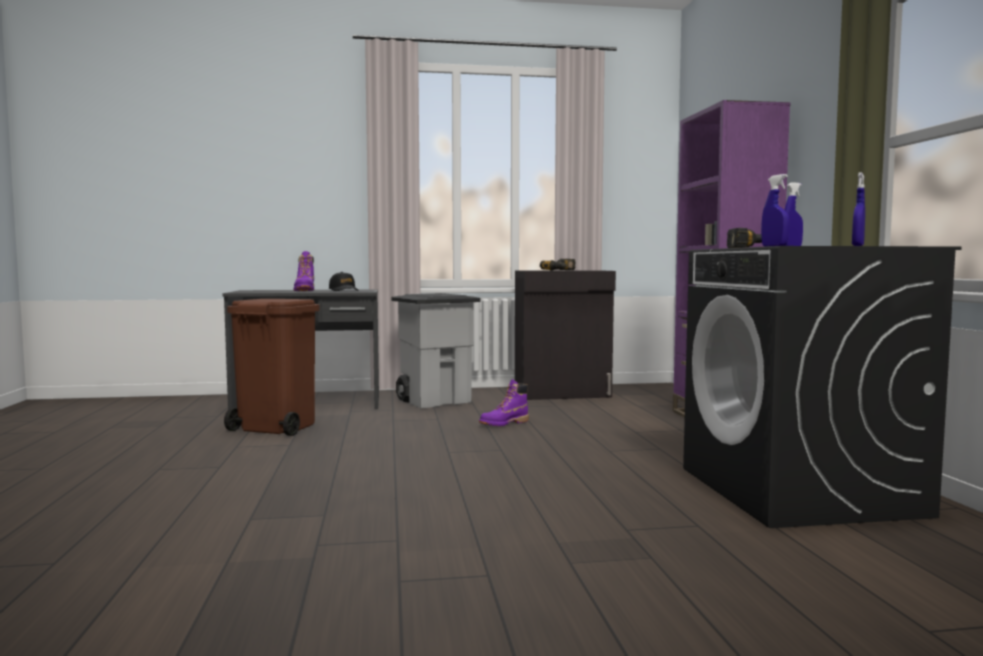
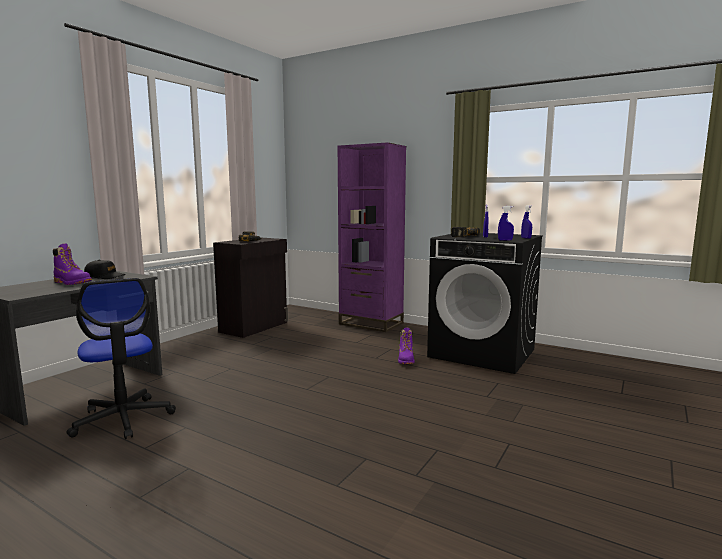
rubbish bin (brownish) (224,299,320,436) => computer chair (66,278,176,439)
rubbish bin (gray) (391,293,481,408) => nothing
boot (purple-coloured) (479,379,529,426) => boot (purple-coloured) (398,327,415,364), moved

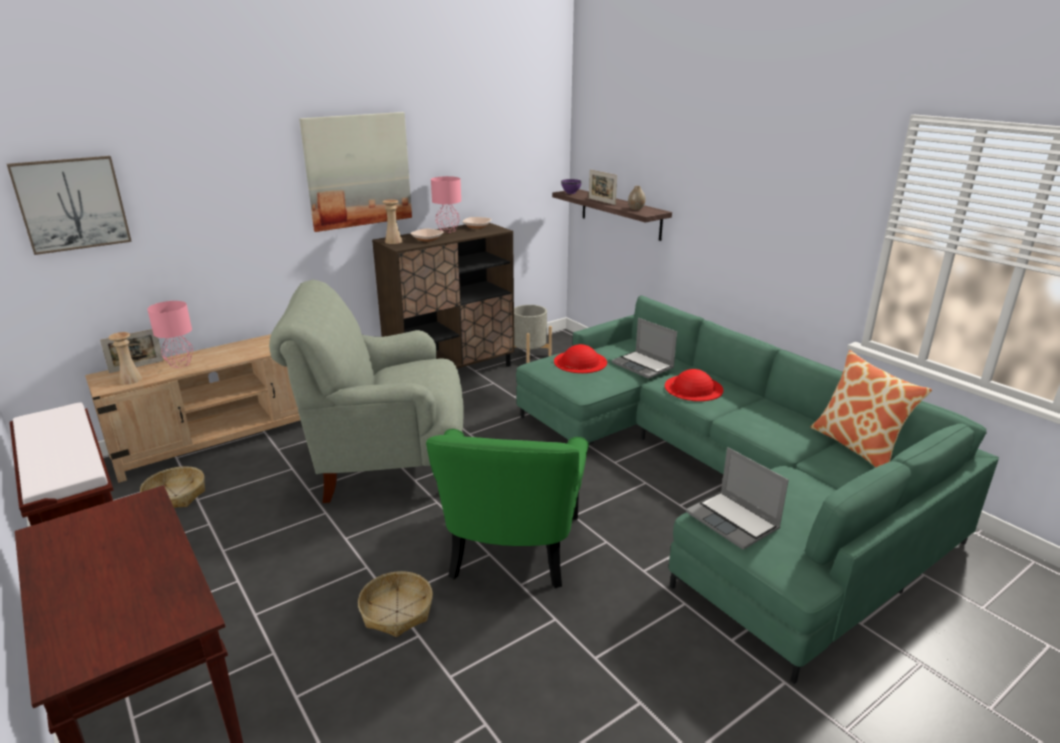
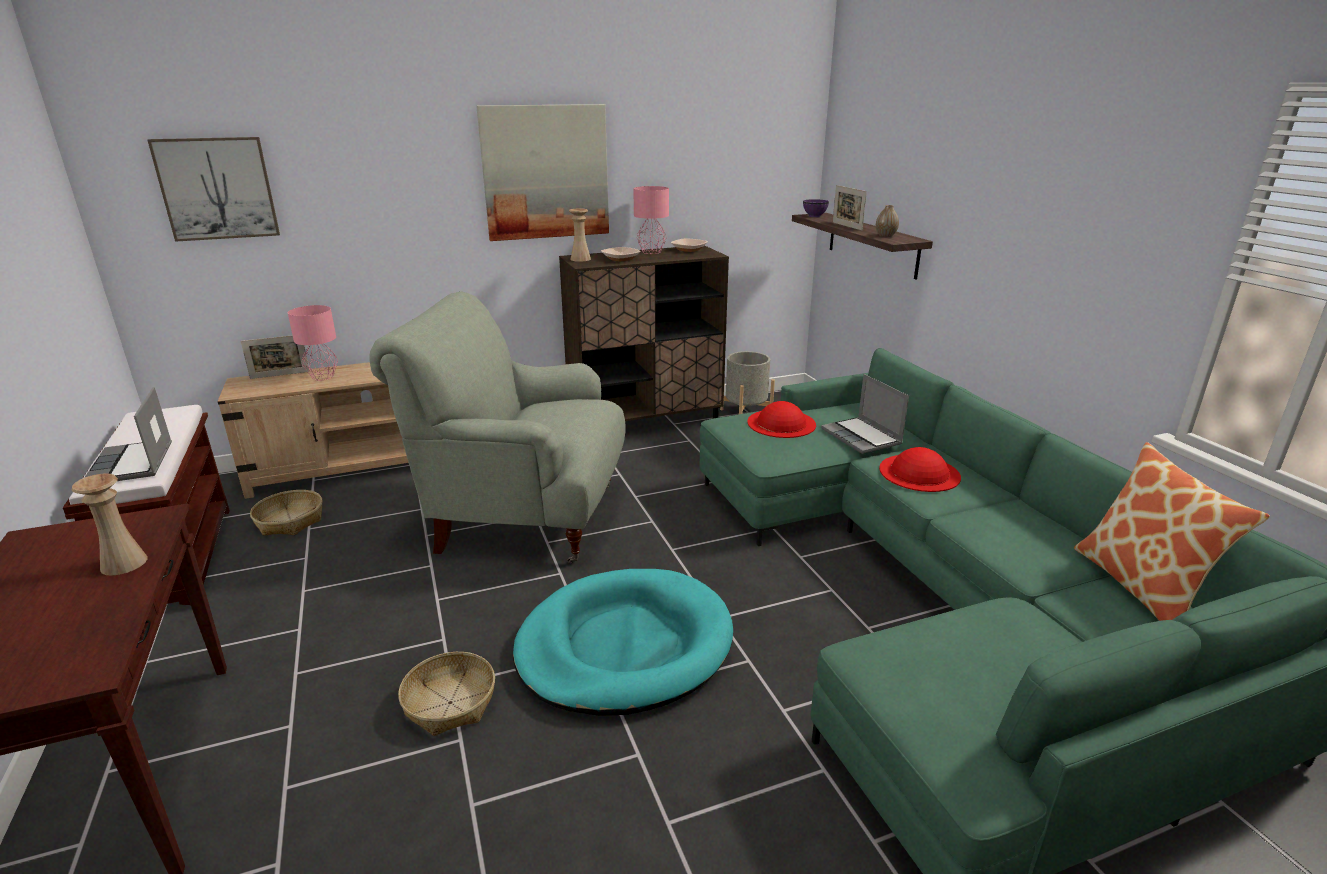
vase (beige-coloured) (109,332,142,385) => vase (beige-coloured) (72,473,148,576), moved
easy chair (greenish) (426,429,589,588) => pet bed (turquoise-coloured) (513,569,733,716)
portable computer (686,447,789,550) => portable computer (84,387,172,481), moved

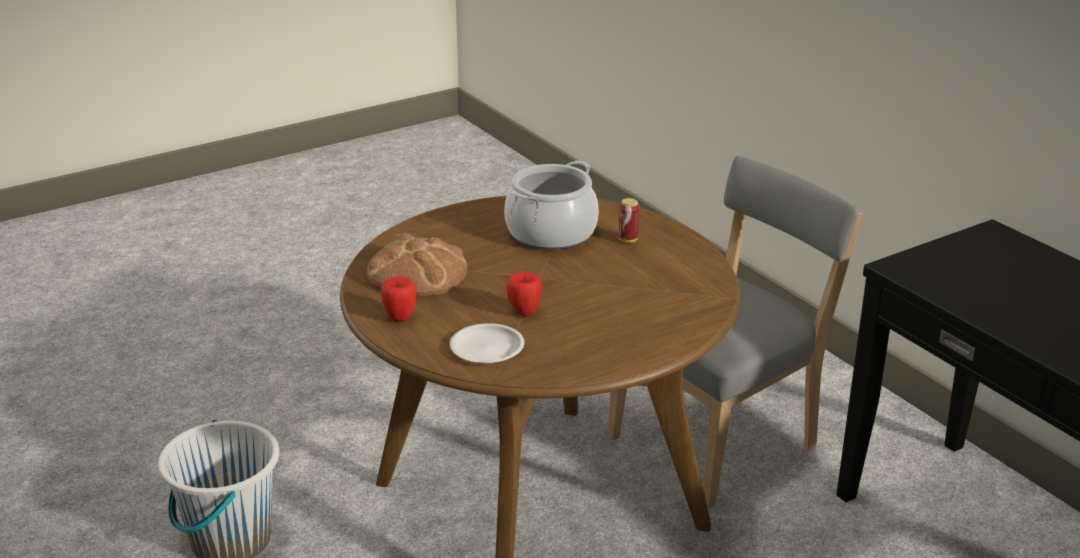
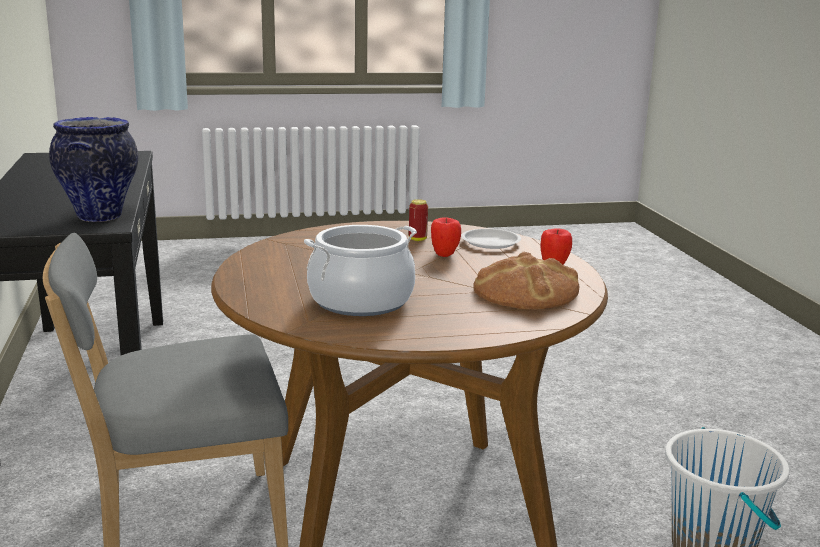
sealed can (619,198,640,243) => sealed can (409,199,428,241), moved
nothing => vase (49,117,138,222)

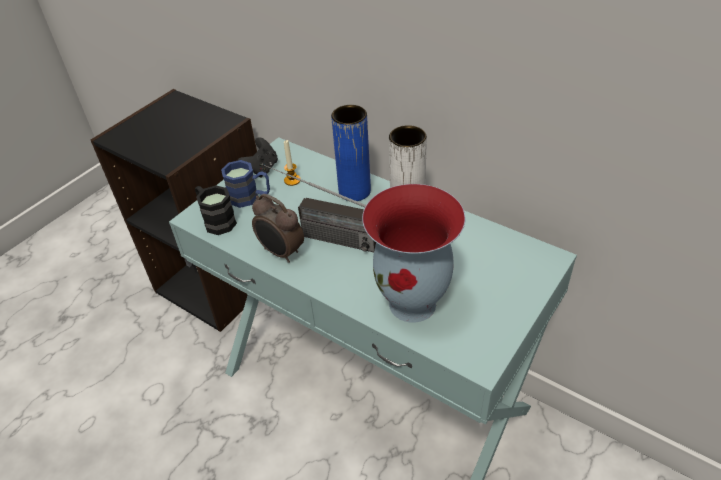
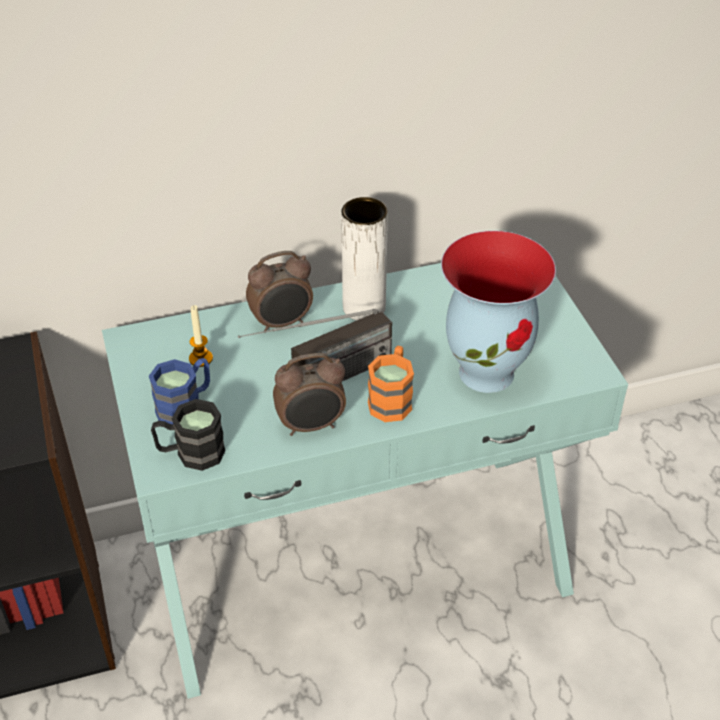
game controller (black) (237,137,278,178) => nothing
vase (bluish) (331,105,371,201) => bedside clock (246,251,313,333)
nothing => mug (orange-coloured) (368,346,414,422)

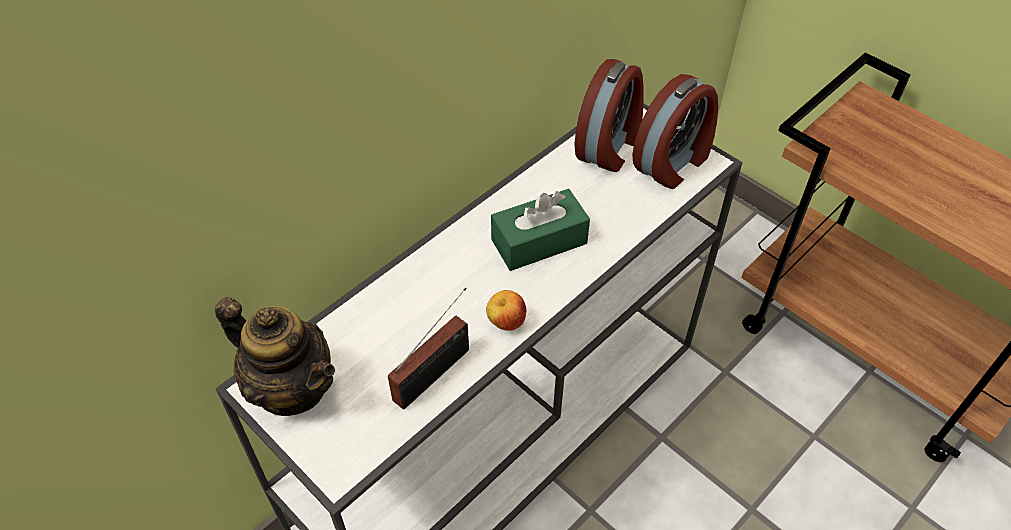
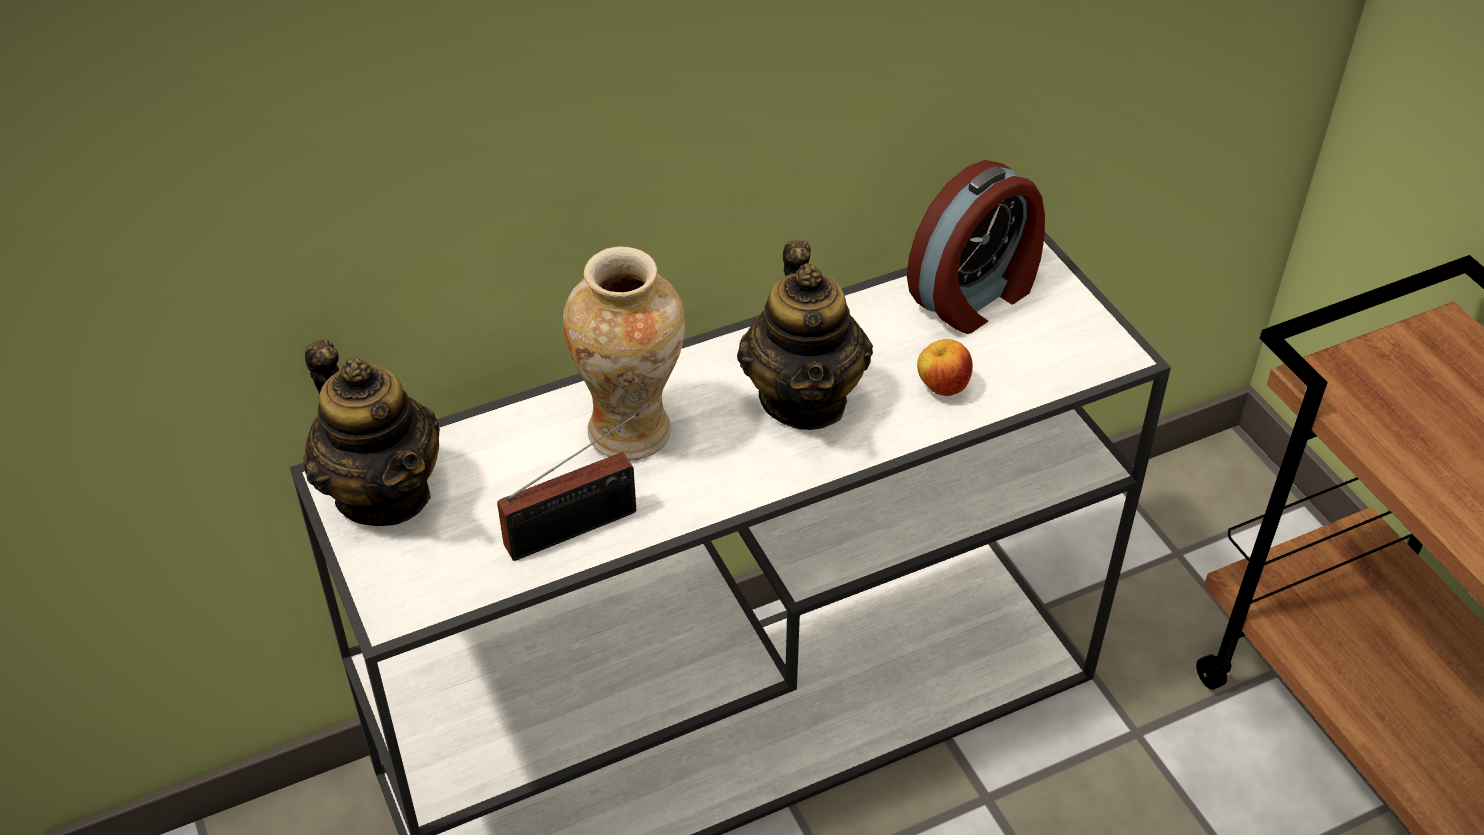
apple (486,290,526,331) => apple (917,339,973,396), moved
tissue box (greenish) (491,189,590,271) => teapot (737,240,873,430)
bedside clock (632,74,718,189) => nothing
nothing => vase (563,247,685,461)

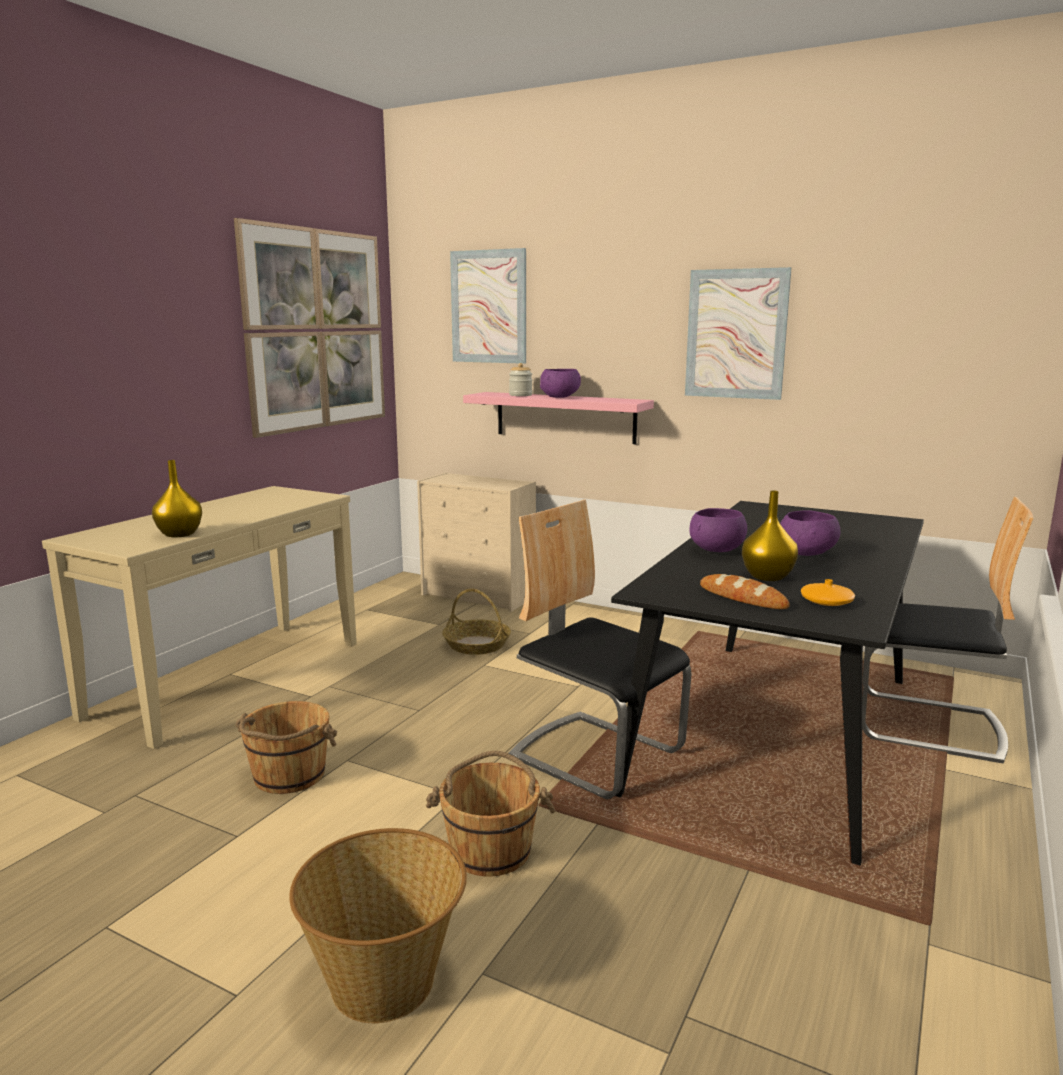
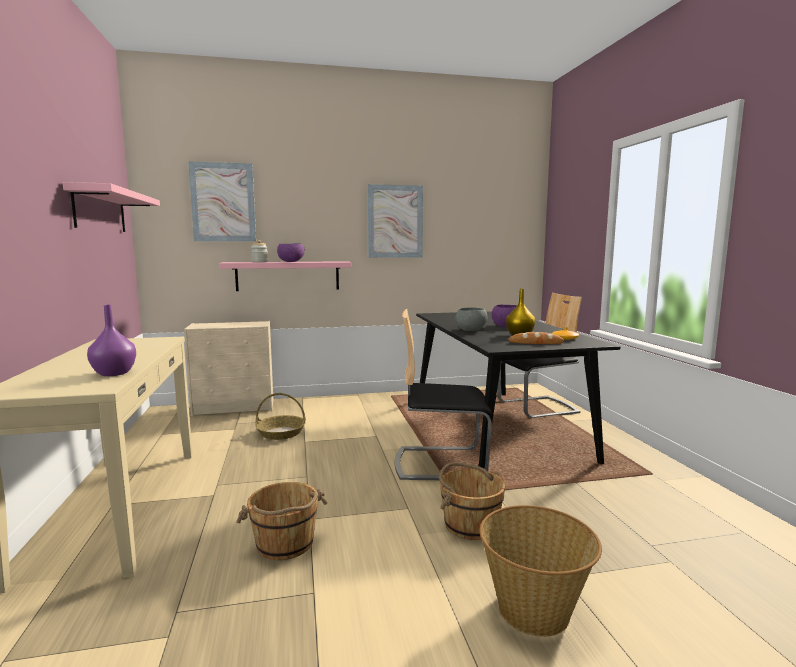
vase (yellow) (152,460,202,537) => vase (purple-coloured) (87,305,136,376)
picture (234,218,385,438) => bracket shelf (pink-coloured) (63,182,160,232)
bowl (purple-coloured) (690,508,747,552) => bowl (gray) (455,307,488,331)

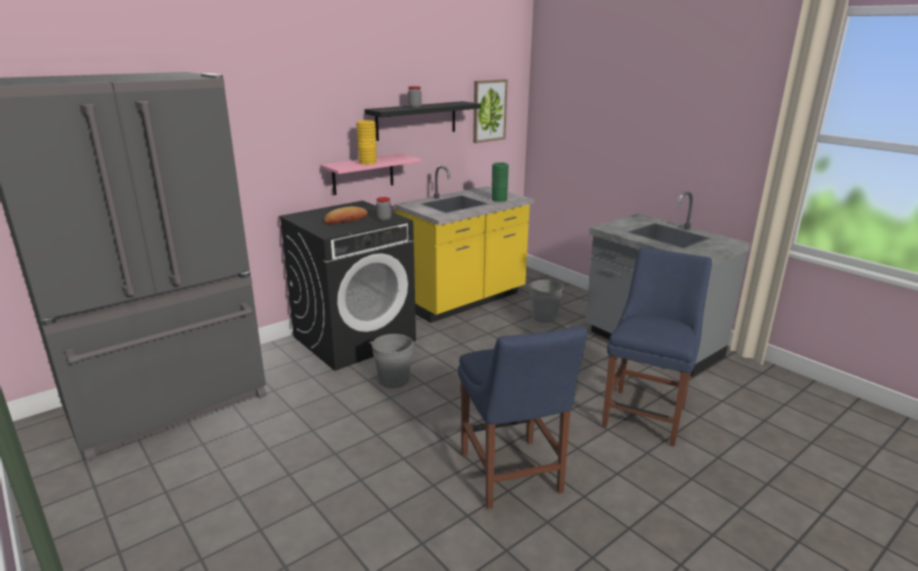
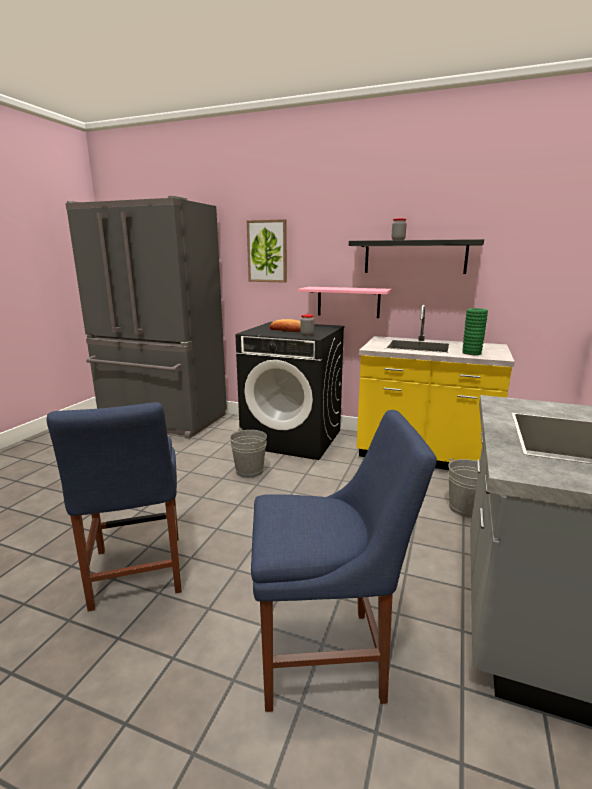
vase (yellow) (356,120,377,165) => nothing
upright chair (bluish) (458,326,588,509) => upright chair (bluish) (47,402,182,612), 60 degrees counterclockwise
picture (473,79,508,143) => picture (247,219,287,283), moved

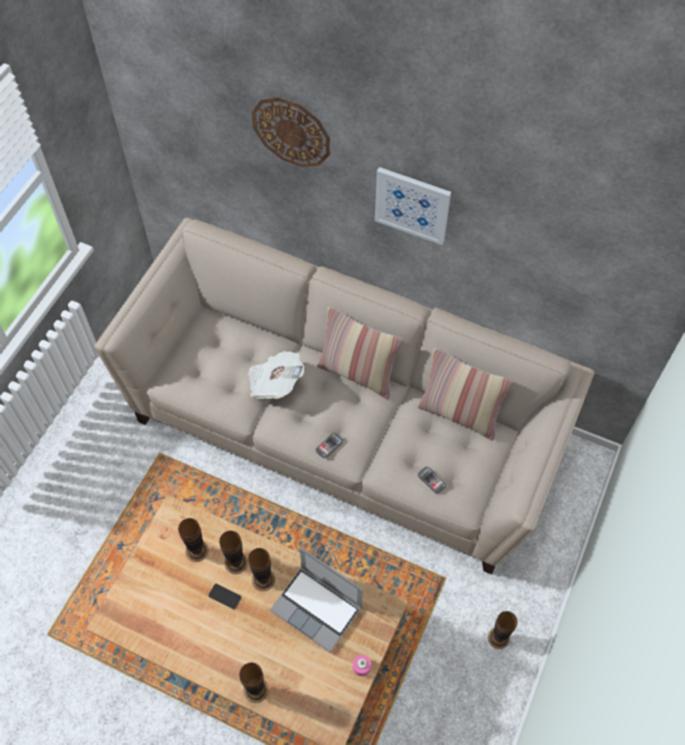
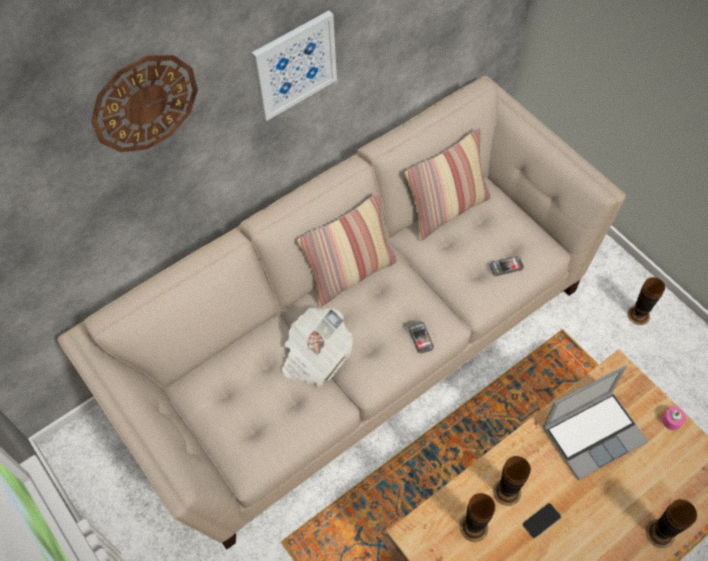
vase (248,548,275,591) => nothing

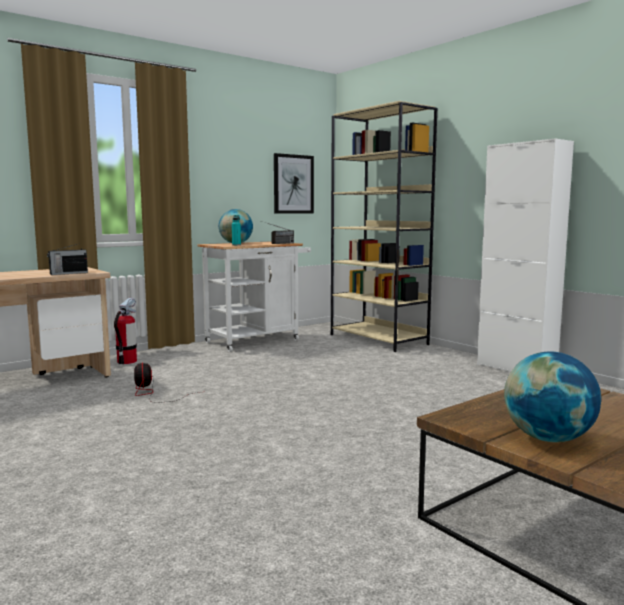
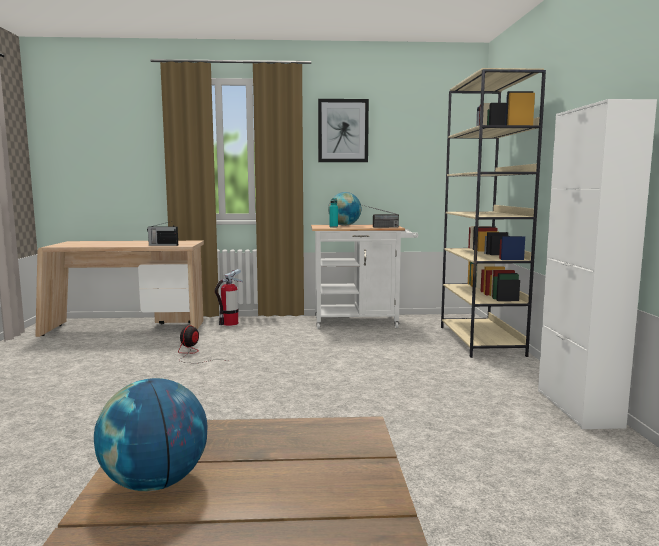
picture (274,153,314,214) => picture (318,99,369,162), moved

